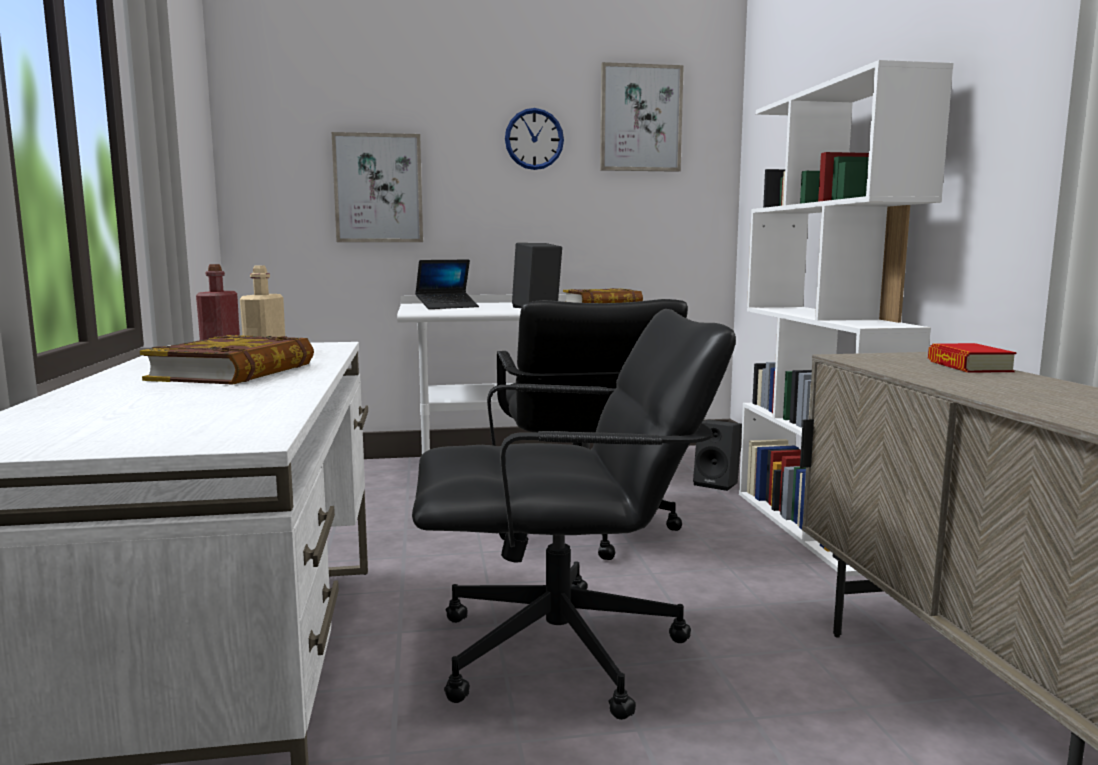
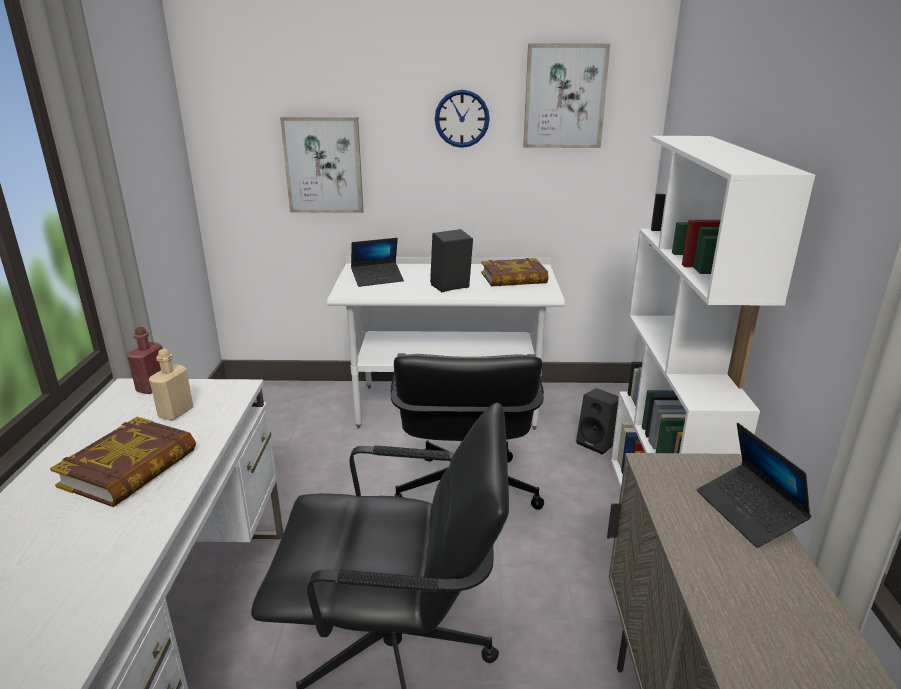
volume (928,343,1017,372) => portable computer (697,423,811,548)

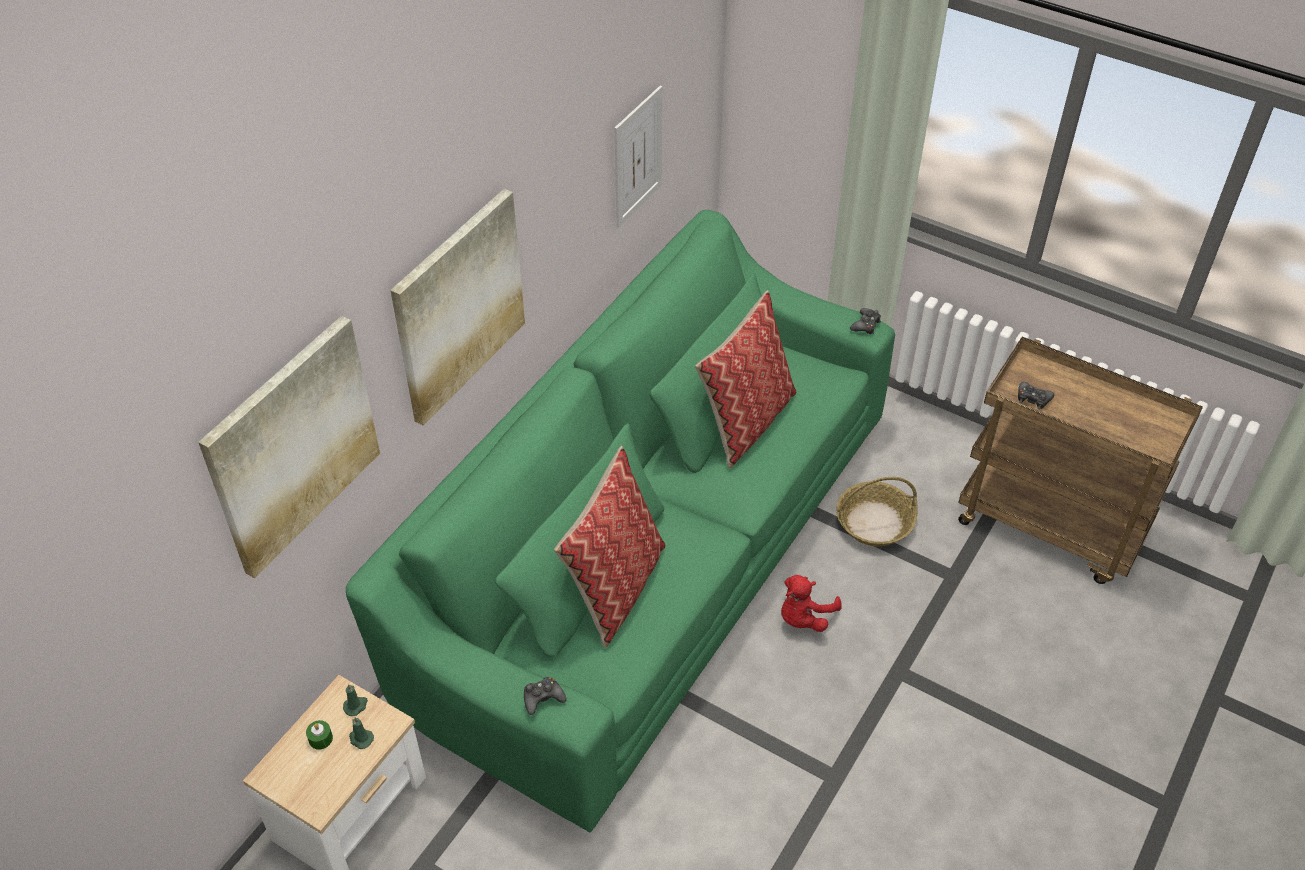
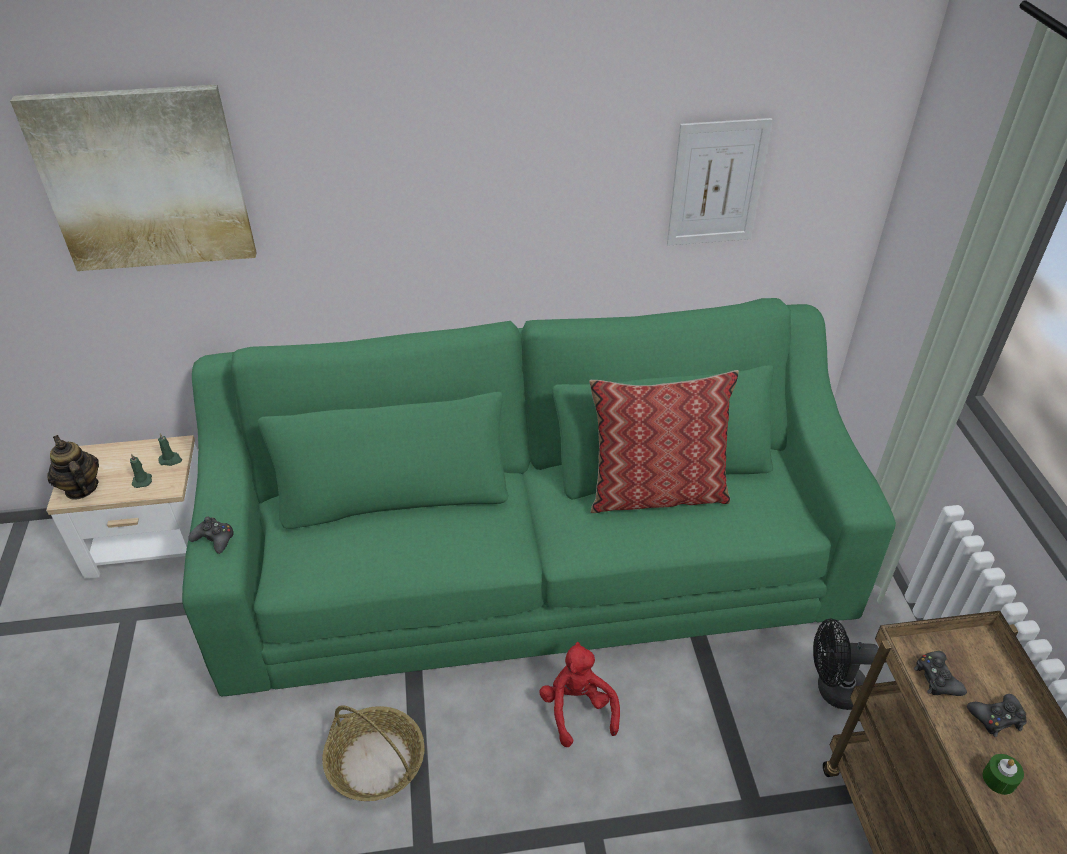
wax candle (greenish) (306,720,333,750) => wax candle (greenish) (983,754,1024,795), moved
picture (390,189,525,425) => nothing
throw pillow (554,446,665,648) => nothing
cuddly toy (red-coloured) (781,575,842,632) => cuddly toy (red-coloured) (539,642,620,747), 75 degrees clockwise
storage basket (836,477,918,546) => storage basket (322,705,425,801), moved
game controller (black) (850,308,881,334) => game controller (black) (967,694,1027,737), moved
nothing => teapot (48,435,99,499)
nothing => cooling fan (black) (813,618,879,710)

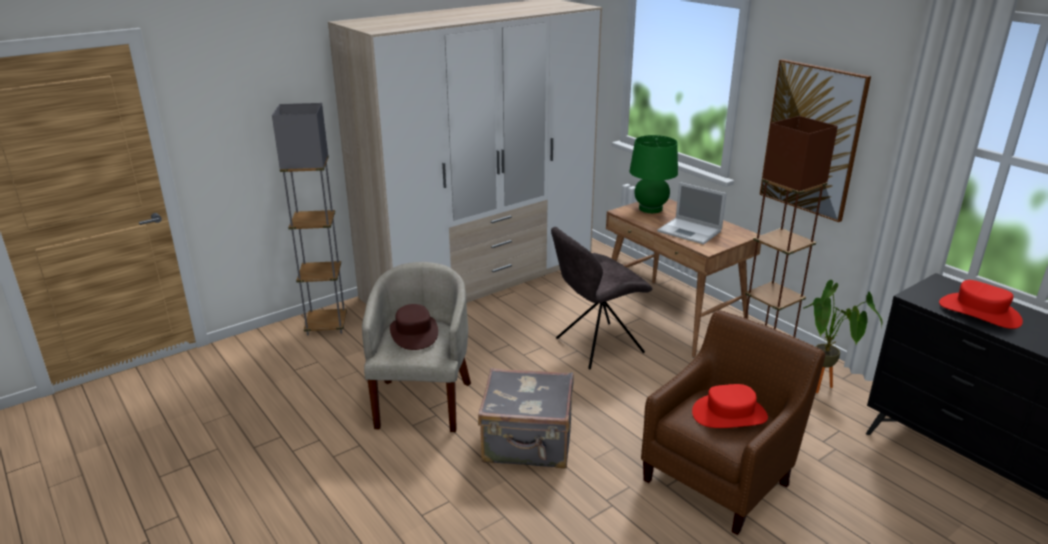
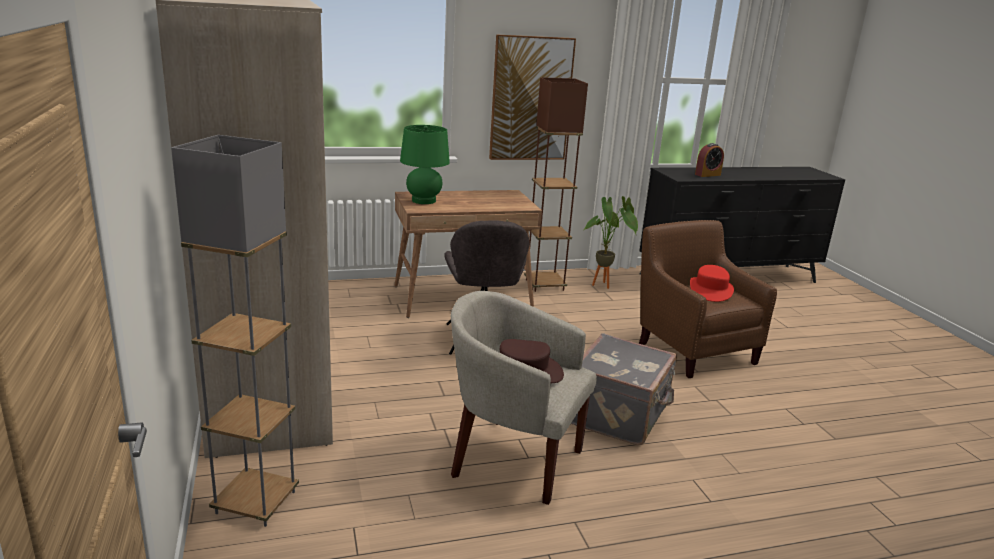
portable computer (657,182,727,244) => nothing
clothing hat (red-coloured) (939,280,1023,329) => bedside clock (695,143,724,177)

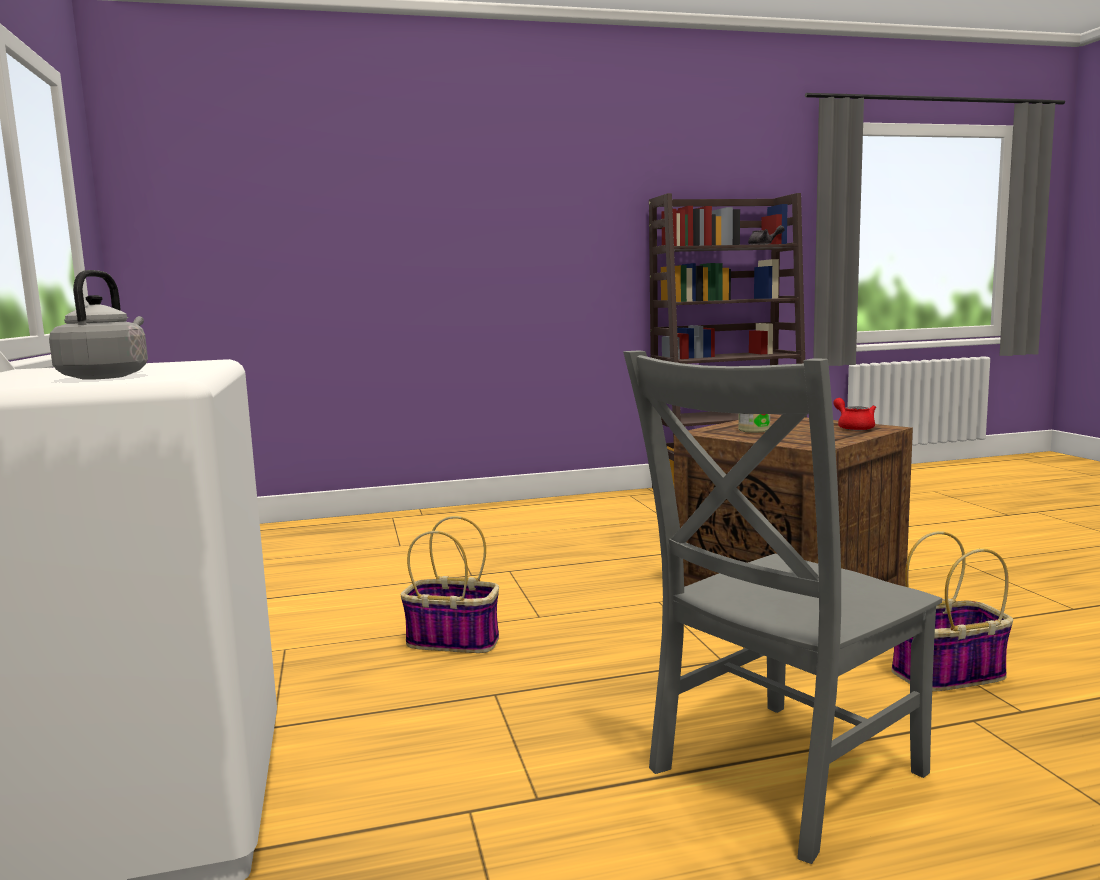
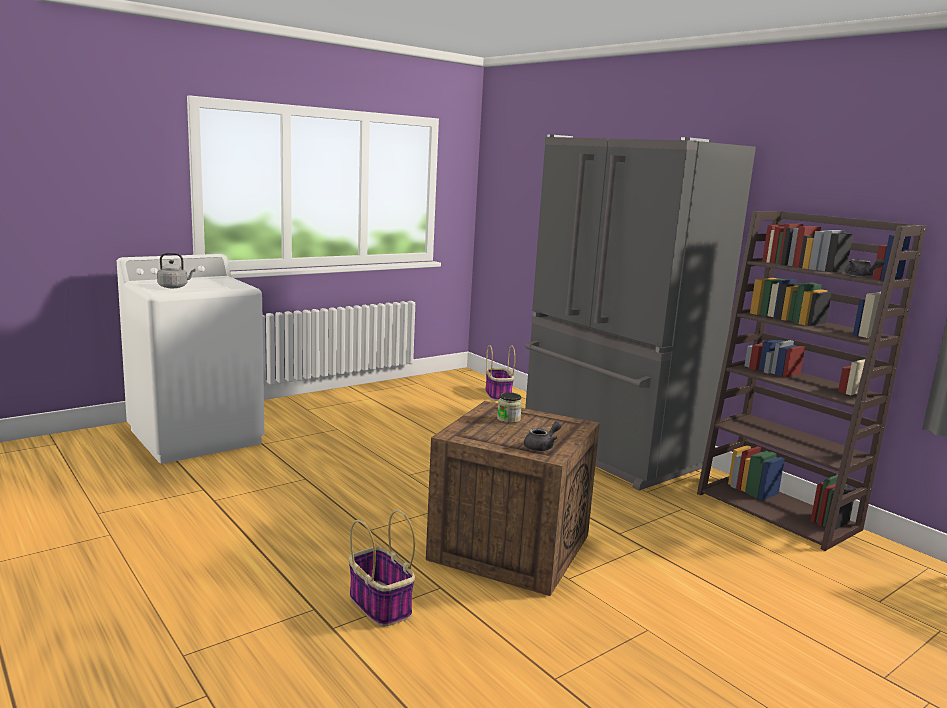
storage basket (400,516,499,653) => storage basket (485,345,515,401), moved
upright chair (gray) (623,351,942,864) => nothing
teapot (red-coloured) (833,398,876,431) => teapot (gray) (524,421,562,451)
nothing => fridge (gray) (525,134,756,491)

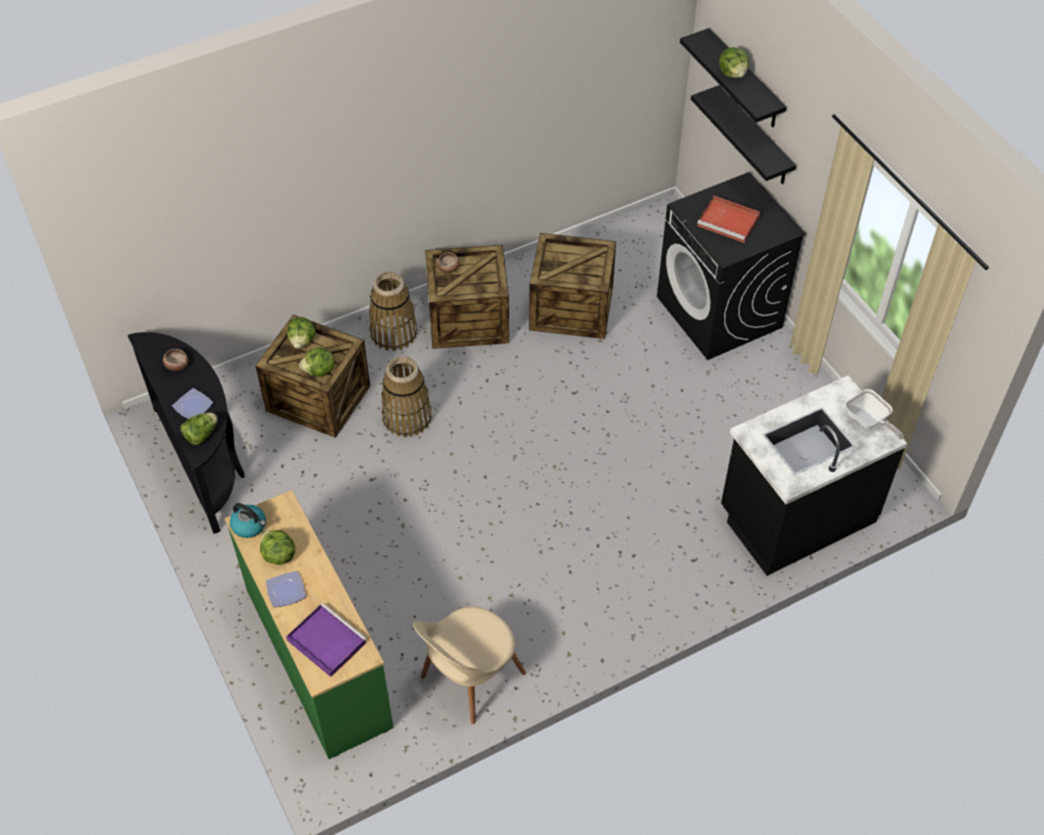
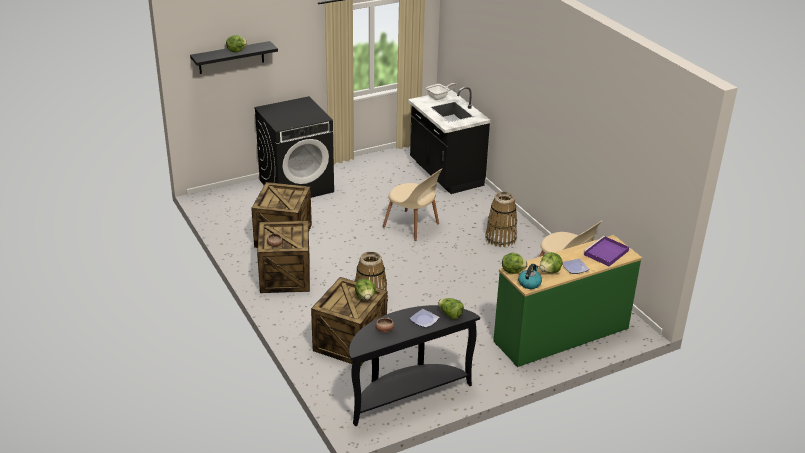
head of lettuce (287,317,316,349) => head of lettuce (502,253,528,274), moved
storage basket (369,272,418,351) => storage basket (486,192,517,247), moved
bracket shelf (black) (691,85,796,184) => nothing
carrying tray (red-coloured) (697,196,760,243) => nothing
nothing => upright chair (beige-coloured) (383,168,443,241)

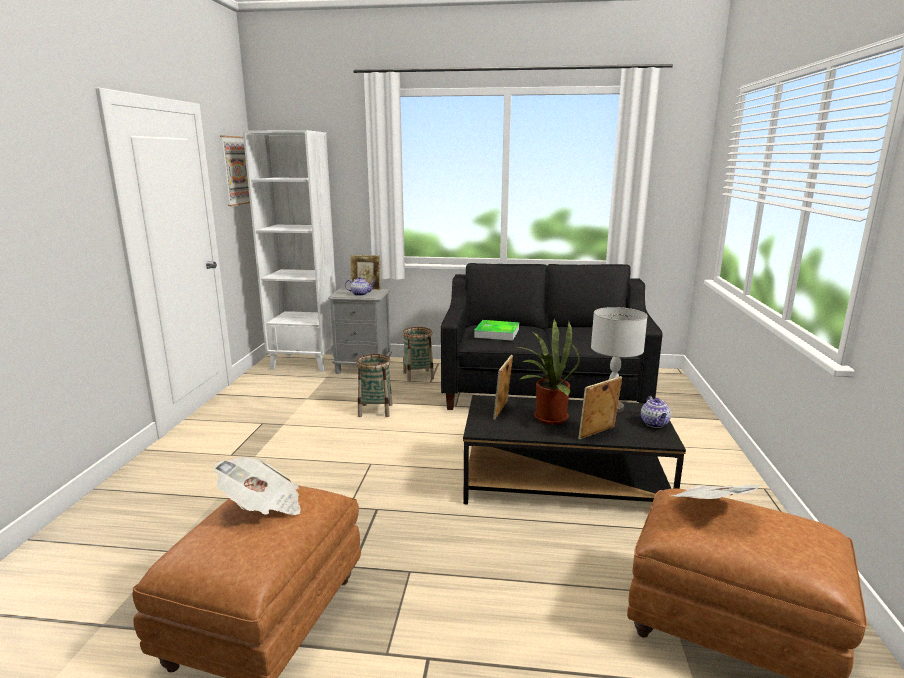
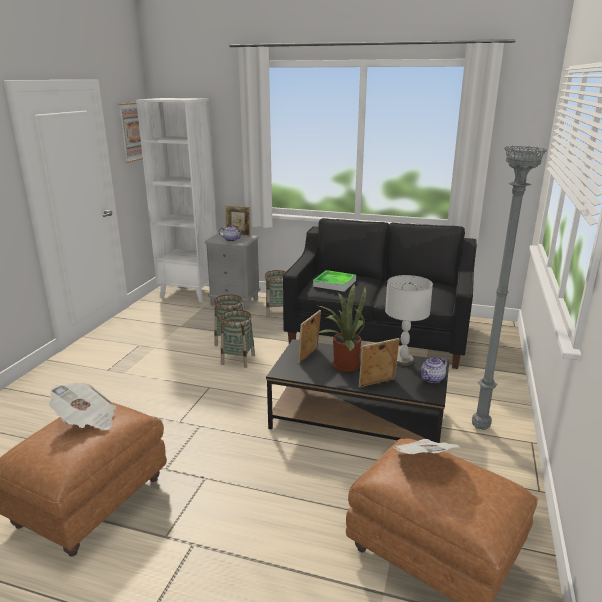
teapot (641,396,671,428) => teapot (420,357,447,383), 45 degrees clockwise
nothing => storage basket (221,310,255,368)
nothing => standing lamp (gray) (472,145,547,430)

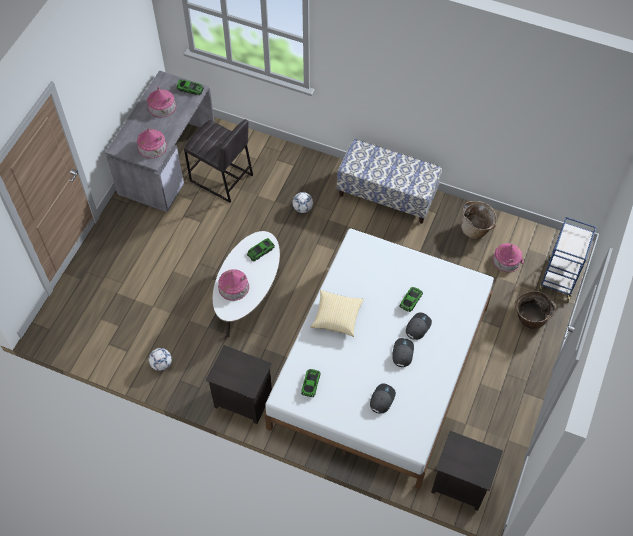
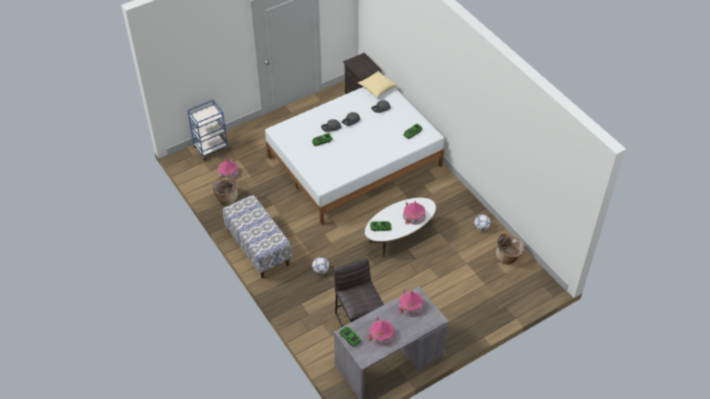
bedside table (black) (206,345,272,424) => nothing
throw pillow (310,290,364,337) => throw pillow (358,71,397,98), moved
storage basket (515,291,555,329) => storage basket (496,234,524,264), moved

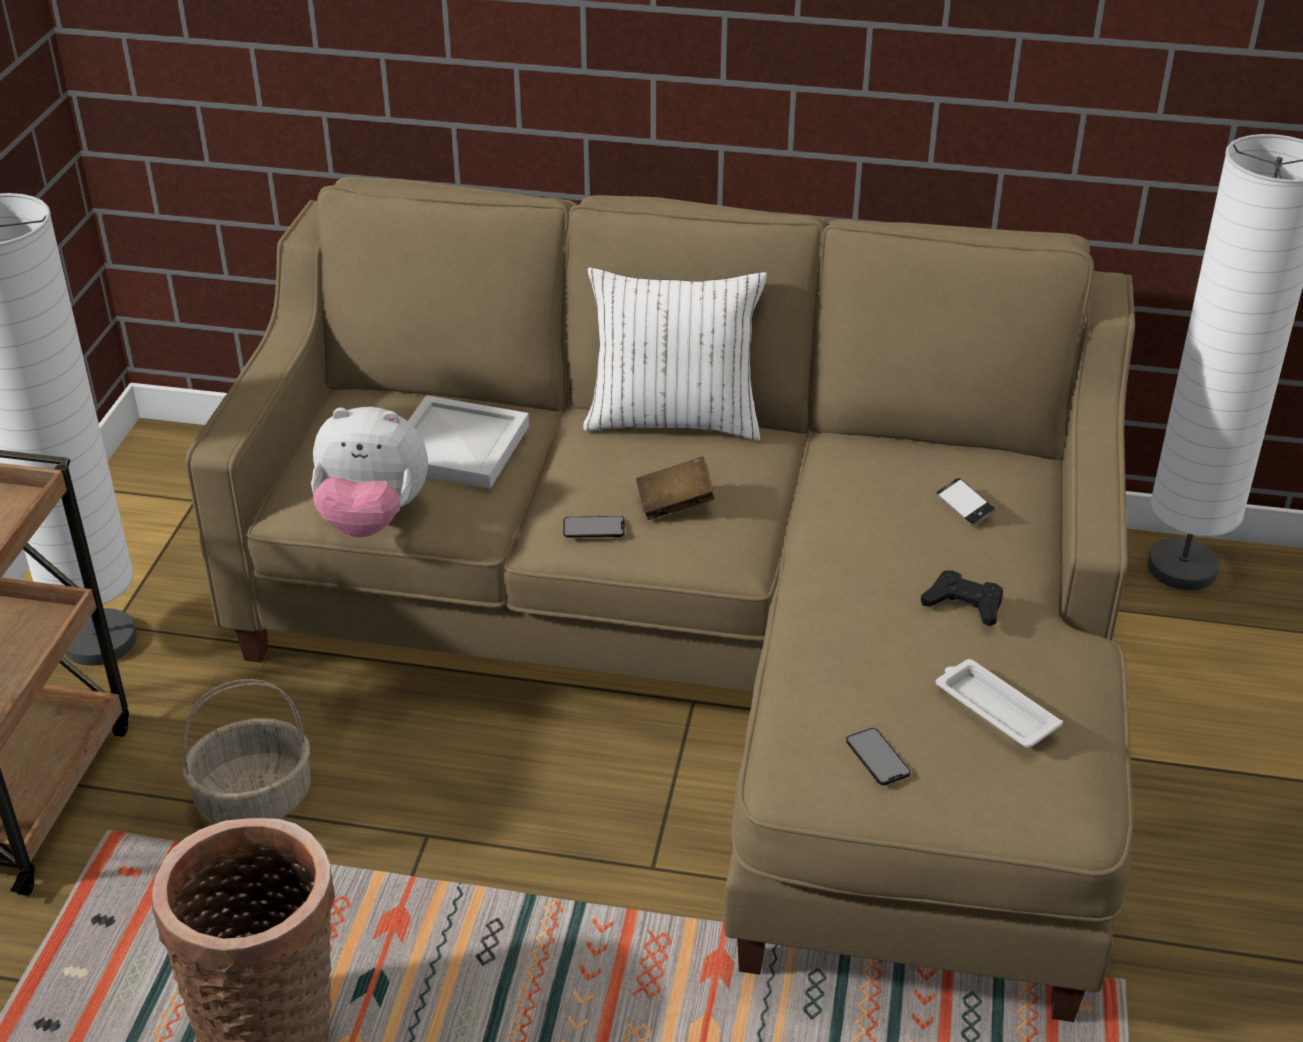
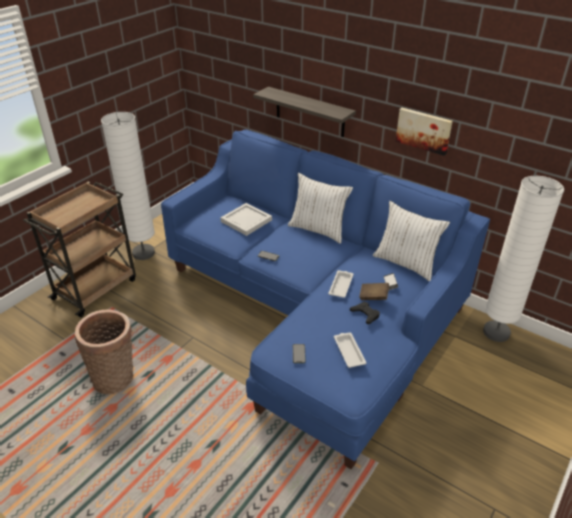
storage basket (183,679,311,824) => nothing
settee (beige-coloured) (185,177,1135,1022) => settee (bluish) (161,130,490,469)
cuddly toy (311,407,428,537) => nothing
volume (brownish) (636,456,715,520) => volume (brownish) (359,283,389,300), moved
nothing => bracket shelf (253,87,356,137)
nothing => carrying tray (whitish) (328,270,353,298)
nothing => throw pillow (whitish) (373,201,450,281)
nothing => picture (396,108,453,156)

